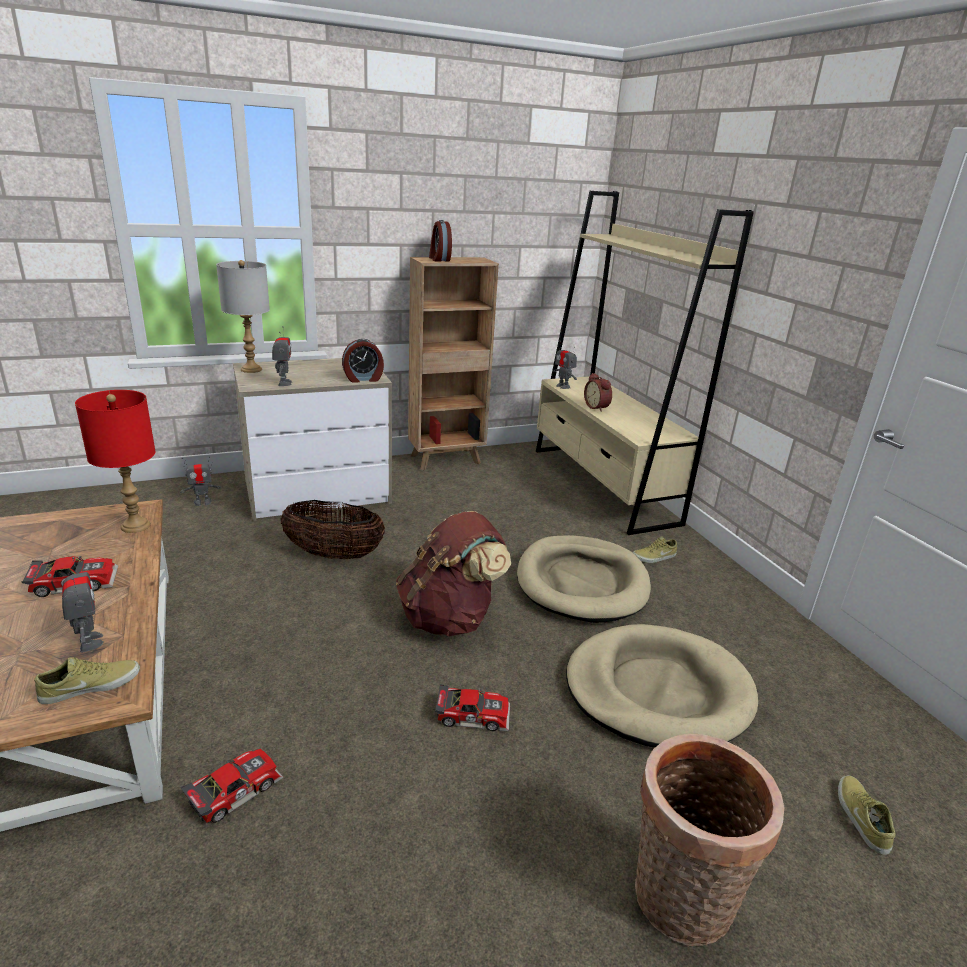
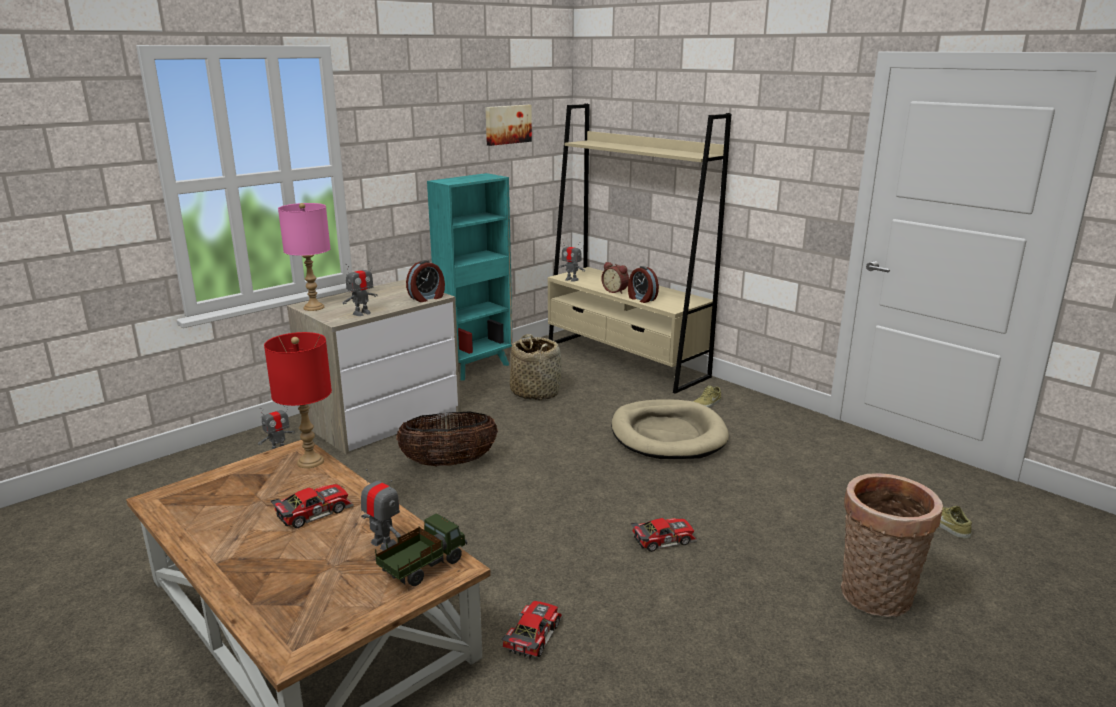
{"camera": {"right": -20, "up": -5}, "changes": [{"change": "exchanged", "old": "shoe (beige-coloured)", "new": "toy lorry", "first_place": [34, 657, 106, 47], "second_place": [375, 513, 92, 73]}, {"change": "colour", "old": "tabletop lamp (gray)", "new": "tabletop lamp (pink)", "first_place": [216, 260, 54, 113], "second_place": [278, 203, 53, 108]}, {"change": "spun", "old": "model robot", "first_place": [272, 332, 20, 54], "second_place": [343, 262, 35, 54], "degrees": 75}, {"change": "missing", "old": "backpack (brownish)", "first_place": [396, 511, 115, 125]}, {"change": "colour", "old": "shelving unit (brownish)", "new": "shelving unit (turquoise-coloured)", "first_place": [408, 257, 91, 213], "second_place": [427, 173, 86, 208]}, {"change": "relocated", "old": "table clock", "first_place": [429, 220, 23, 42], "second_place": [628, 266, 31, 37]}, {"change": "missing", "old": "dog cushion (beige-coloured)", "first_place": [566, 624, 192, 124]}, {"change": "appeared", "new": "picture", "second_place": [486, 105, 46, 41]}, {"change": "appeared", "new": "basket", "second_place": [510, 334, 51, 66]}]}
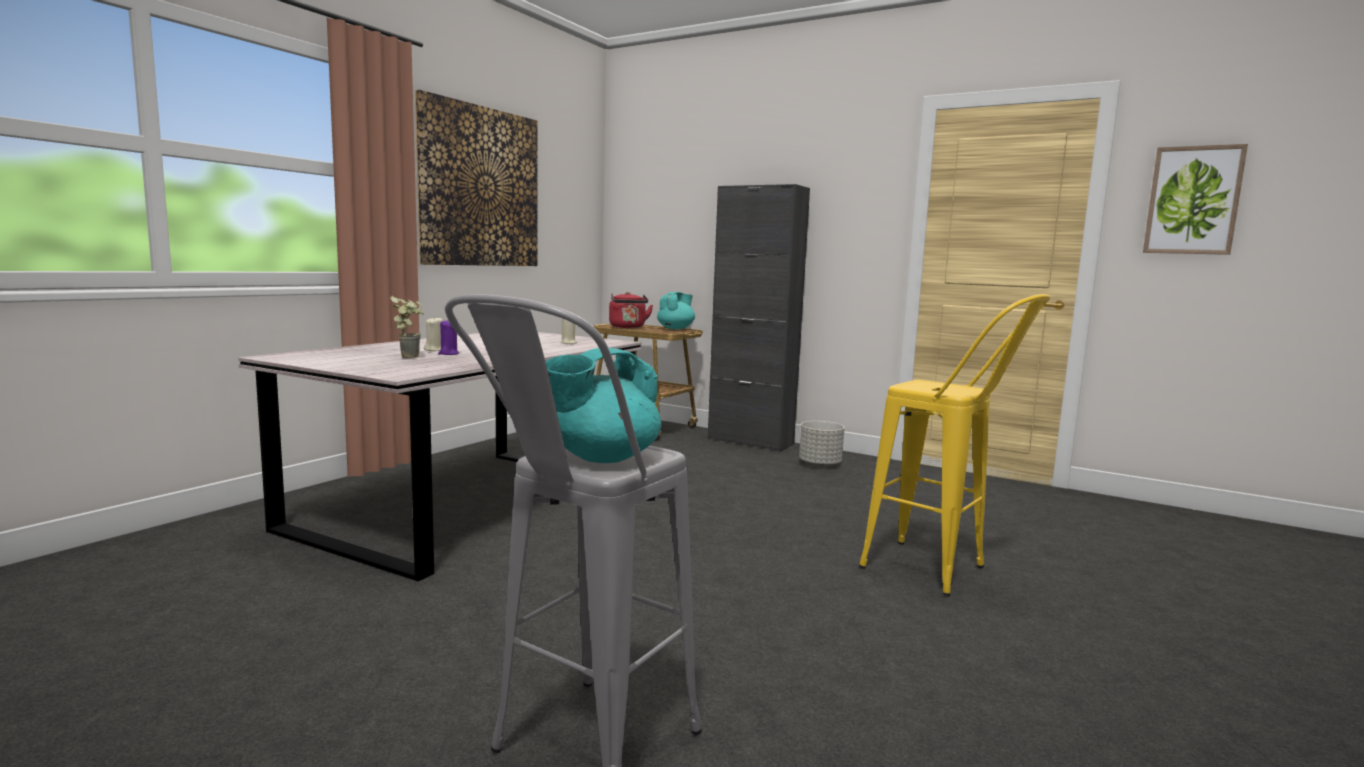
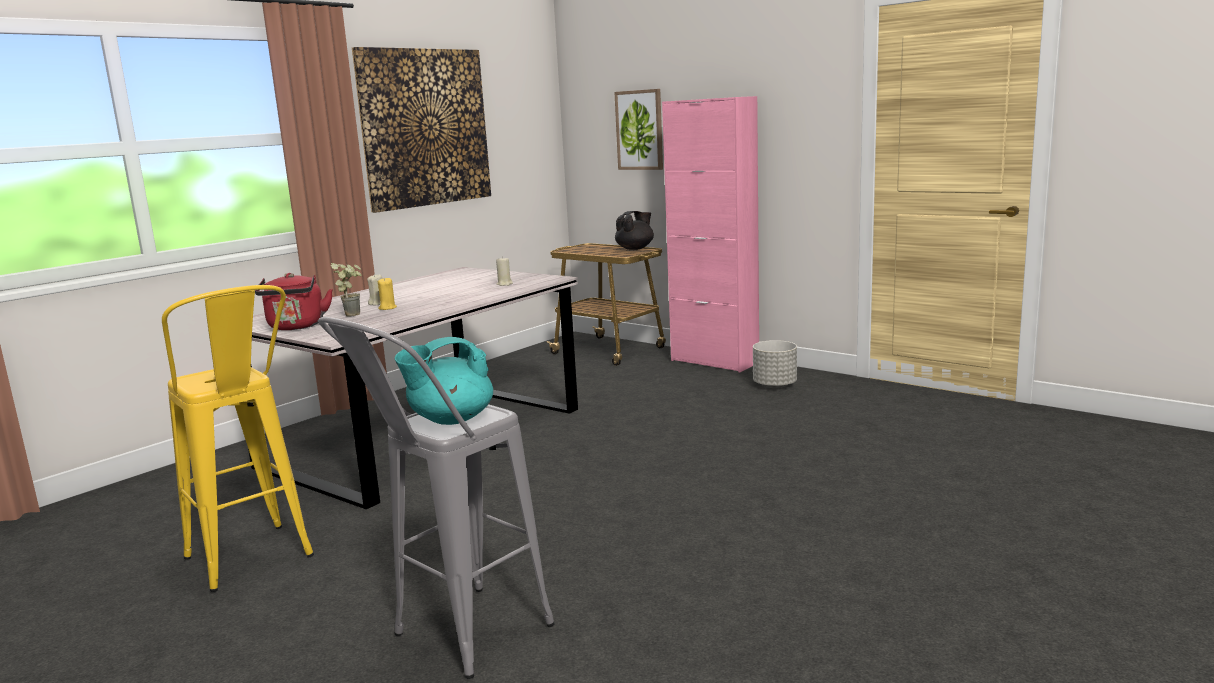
{"camera": {"right": 10, "up": 5}, "changes": [{"change": "colour", "old": "wax candle (purple)", "new": "wax candle (yellowish)", "first_place": [438, 320, 21, 35], "second_place": [378, 278, 19, 32]}, {"change": "relocated", "old": "water kettle (red-coloured)", "first_place": [609, 292, 44, 36], "second_place": [255, 273, 78, 57]}, {"change": "colour", "old": "pot for tea (turquoise-coloured)", "new": "pot for tea (black-coloured)", "first_place": [657, 292, 38, 37], "second_place": [615, 211, 39, 39]}, {"change": "colour", "old": "cabinet (black-coloured)", "new": "cabinet (pink)", "first_place": [707, 184, 103, 268], "second_place": [662, 96, 97, 276]}, {"change": "relocated", "old": "sitting stool (yellowish)", "first_place": [859, 294, 191, 302], "second_place": [162, 285, 152, 307]}, {"change": "relocated", "old": "picture", "first_place": [1143, 144, 105, 111], "second_place": [614, 89, 49, 81]}]}
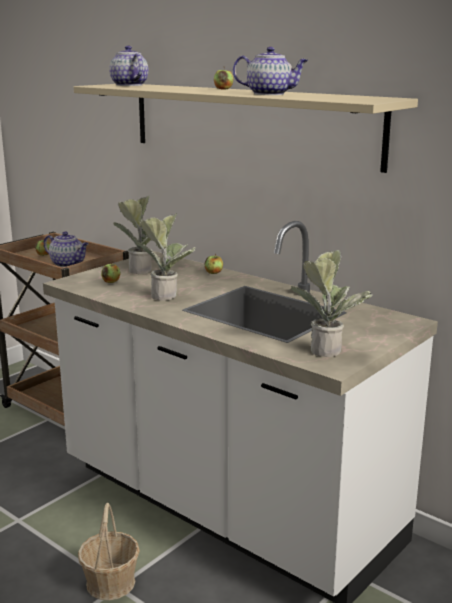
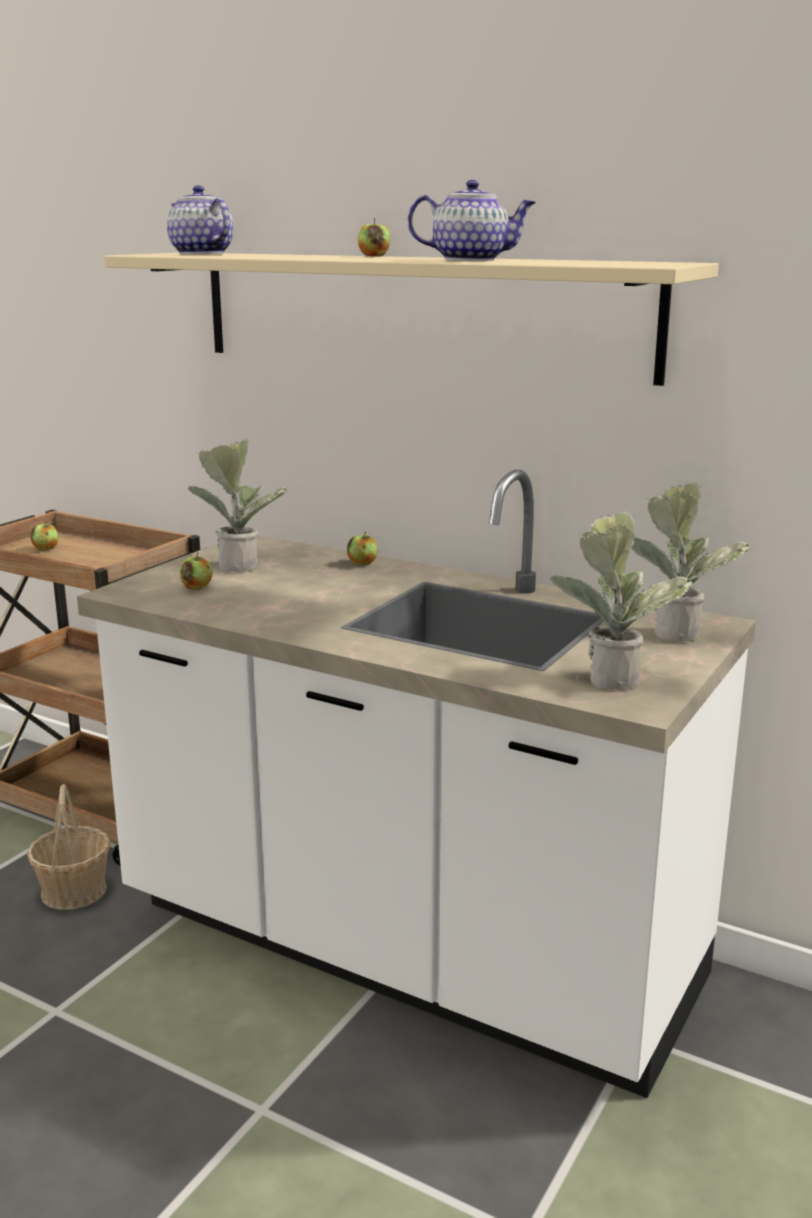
{"camera": {"right": -10, "up": 0}, "changes": [{"change": "missing", "old": "pot for tea", "first_place": [44, 231, 45, 36]}, {"change": "relocated", "old": "basket", "first_place": [78, 503, 62, 97], "second_place": [27, 784, 84, 126]}, {"change": "relocated", "old": "houseplant", "first_place": [136, 213, 59, 88], "second_place": [632, 482, 120, 160]}]}
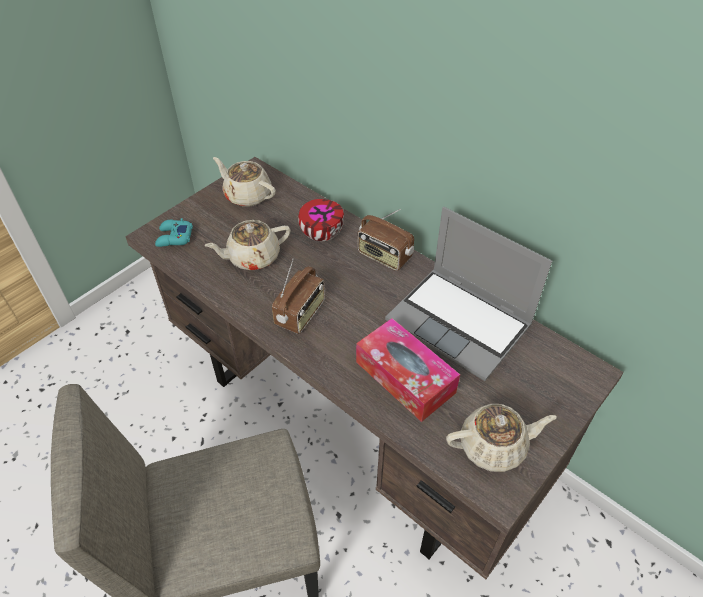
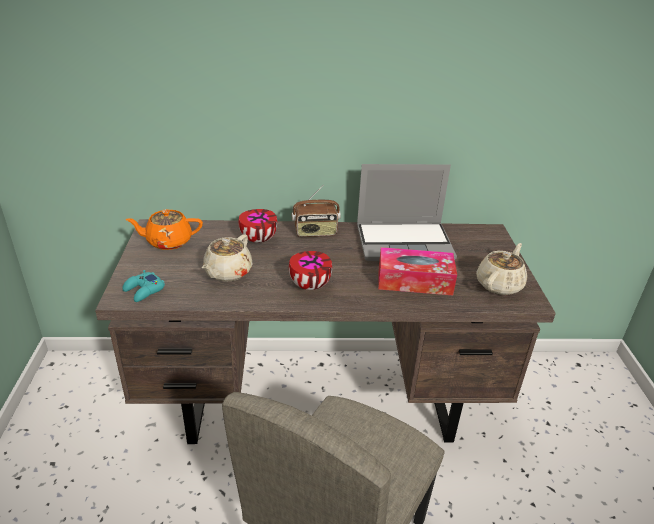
{"camera": {"right": -45, "up": -15}, "changes": [{"change": "colour", "old": "pot for tea (beige-coloured)", "new": "pot for tea (orange)", "first_place": [213, 157, 63, 50], "second_place": [125, 209, 78, 41]}, {"change": "exchanged", "old": "radio receiver", "new": "bowl", "first_place": [272, 259, 53, 75], "second_place": [289, 251, 44, 39]}]}
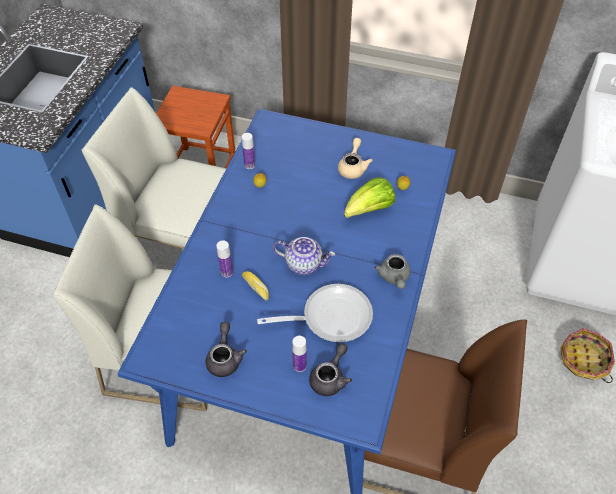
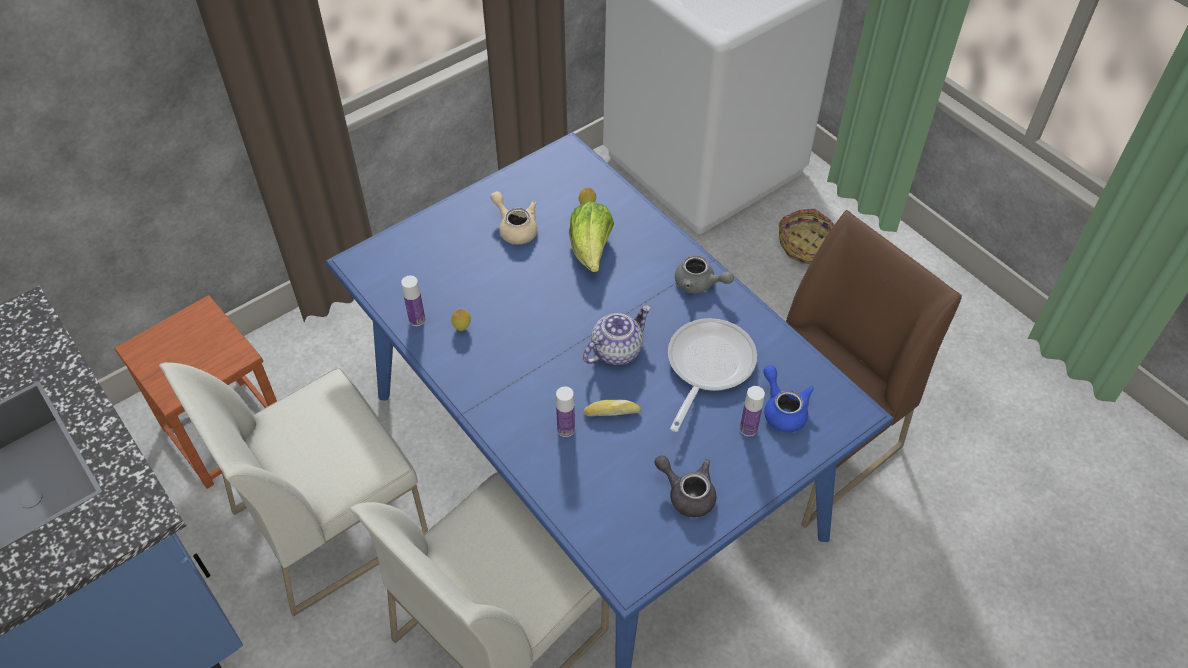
{"camera": {"right": -55, "up": 0}, "changes": [{"change": "colour", "old": "pot for tea (gray)", "new": "pot for tea (bluish)", "first_place": [309, 343, 43, 53], "second_place": [763, 365, 51, 67]}]}
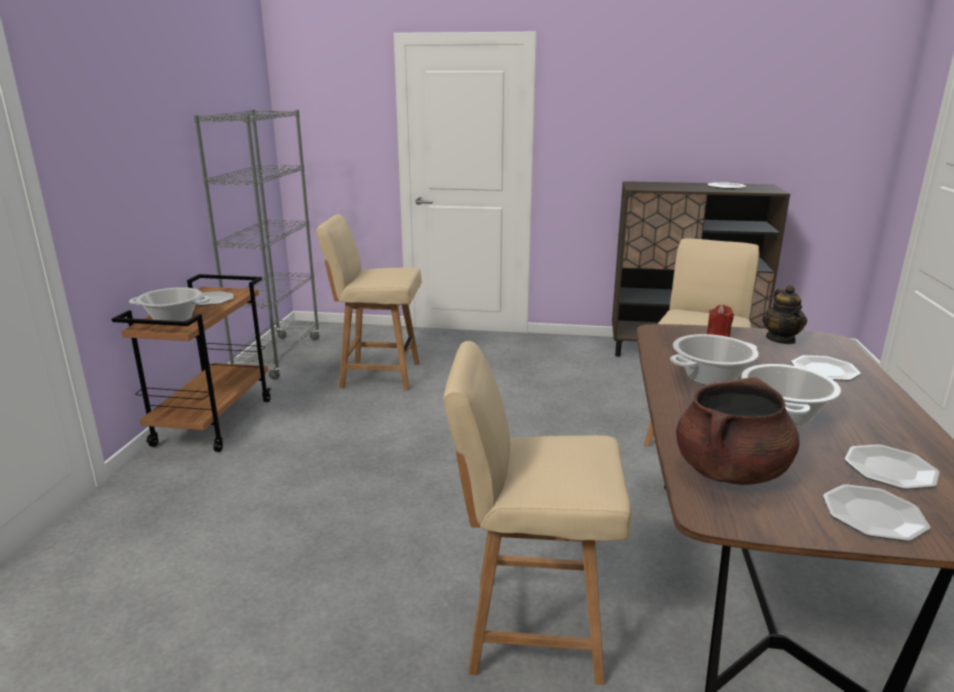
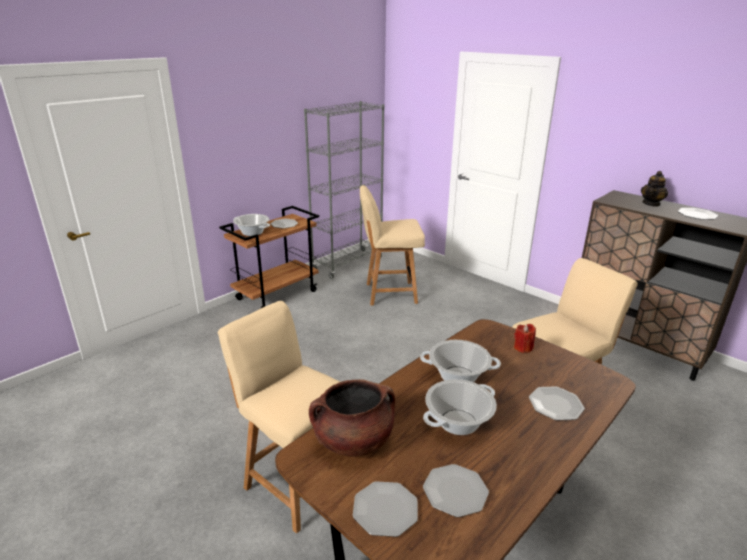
{"camera": {"right": 35, "up": 5}, "changes": [{"change": "spun", "old": "chair (beige-coloured)", "first_place": [316, 214, 106, 176], "second_place": [360, 185, 65, 121], "degrees": -45}, {"change": "relocated", "old": "pot for tea", "first_place": [762, 285, 45, 59], "second_place": [641, 171, 27, 36]}]}
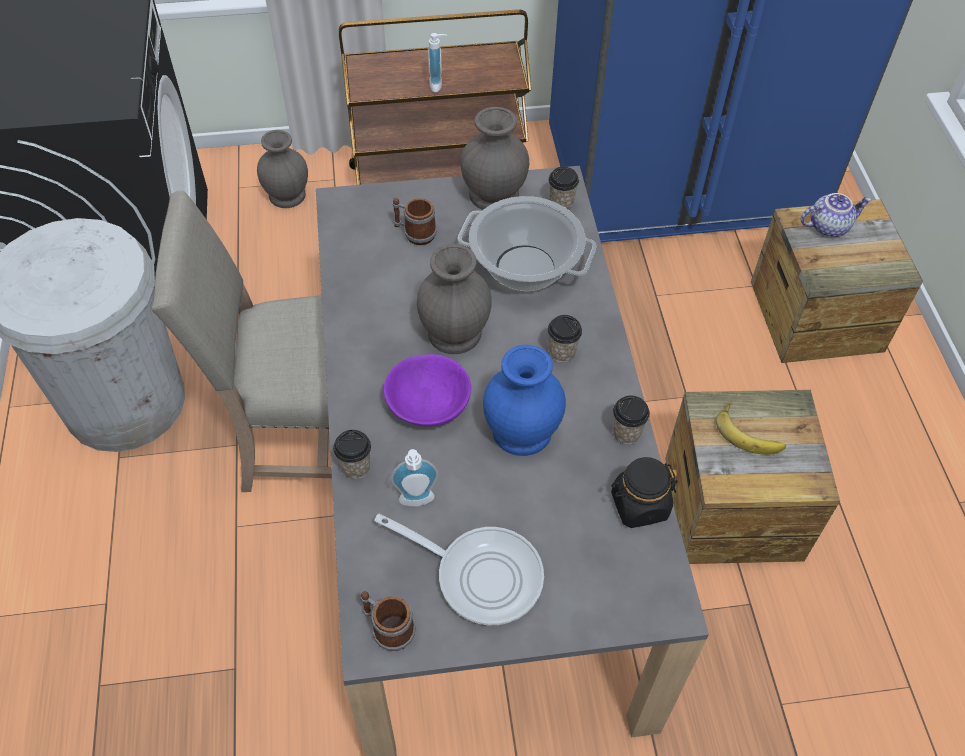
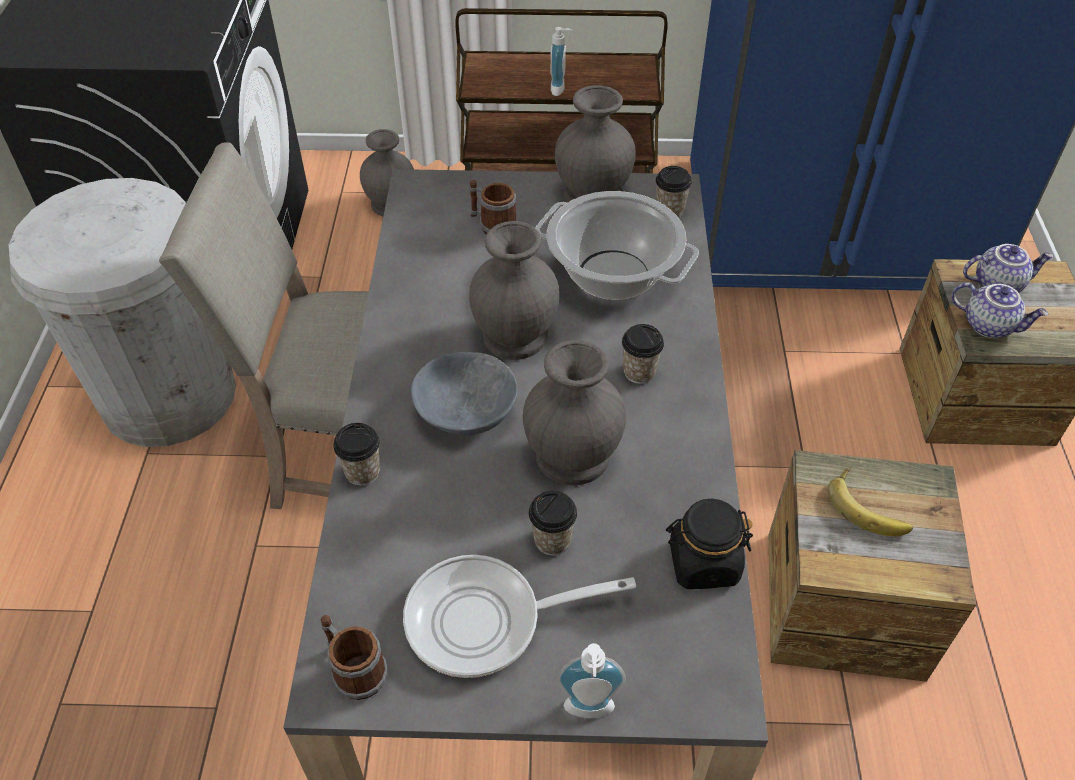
{"camera": {"right": 10, "up": -5}, "changes": [{"change": "spun", "old": "frying pan", "first_place": [374, 514, 170, 111], "second_place": [403, 555, 233, 123], "degrees": 135}, {"change": "colour", "old": "bowl (purple)", "new": "bowl (gray)", "first_place": [384, 354, 87, 73], "second_place": [411, 352, 107, 83]}, {"change": "relocated", "old": "soap dispenser", "first_place": [391, 449, 48, 57], "second_place": [557, 643, 69, 76]}, {"change": "colour", "old": "decorative vase (bluish)", "new": "decorative vase (gray)", "first_place": [483, 345, 83, 111], "second_place": [523, 340, 103, 145]}, {"change": "relocated", "old": "small cup", "first_place": [613, 395, 37, 49], "second_place": [529, 490, 48, 66]}, {"change": "appeared", "new": "pot for tea", "second_place": [952, 282, 96, 56]}]}
